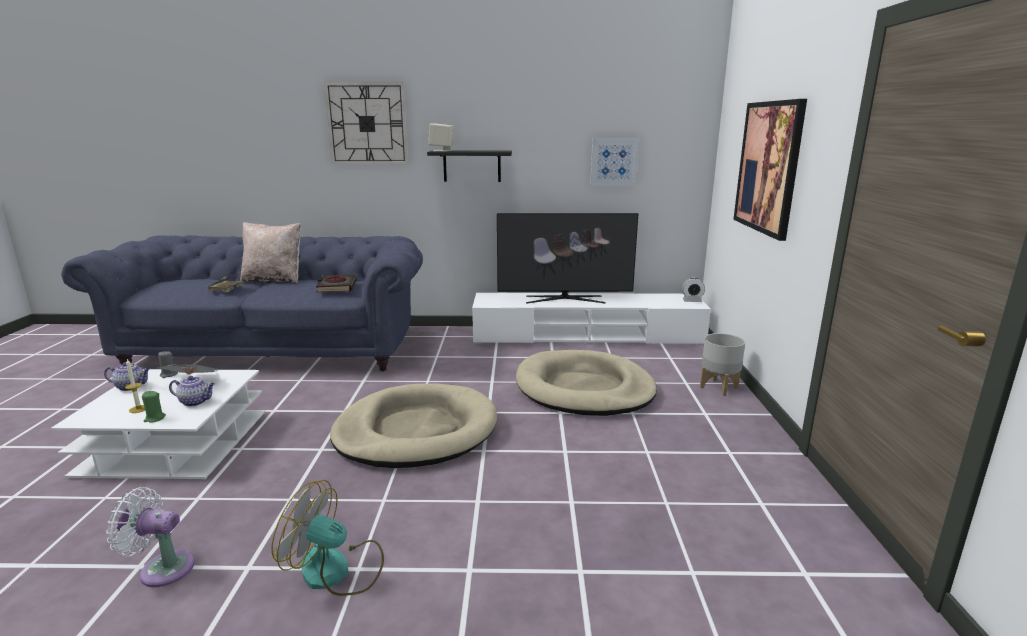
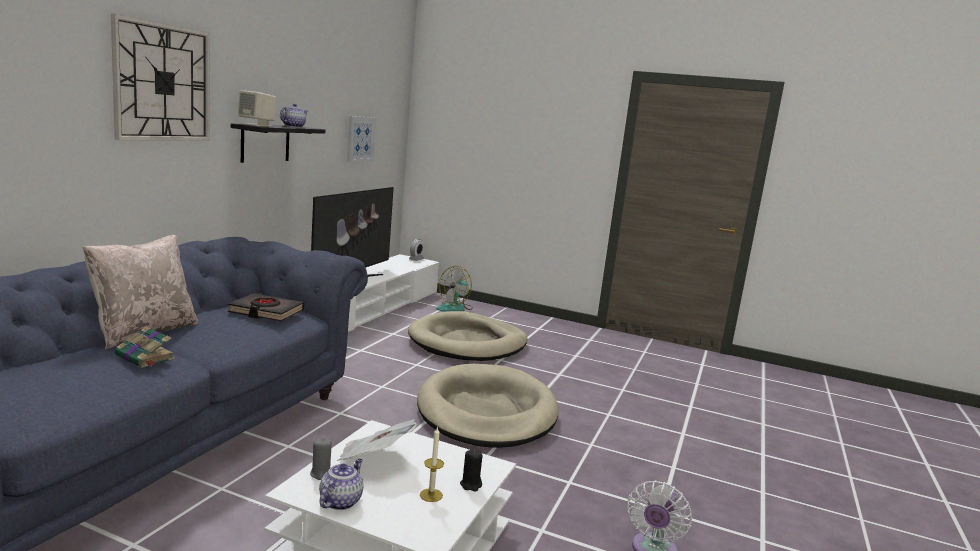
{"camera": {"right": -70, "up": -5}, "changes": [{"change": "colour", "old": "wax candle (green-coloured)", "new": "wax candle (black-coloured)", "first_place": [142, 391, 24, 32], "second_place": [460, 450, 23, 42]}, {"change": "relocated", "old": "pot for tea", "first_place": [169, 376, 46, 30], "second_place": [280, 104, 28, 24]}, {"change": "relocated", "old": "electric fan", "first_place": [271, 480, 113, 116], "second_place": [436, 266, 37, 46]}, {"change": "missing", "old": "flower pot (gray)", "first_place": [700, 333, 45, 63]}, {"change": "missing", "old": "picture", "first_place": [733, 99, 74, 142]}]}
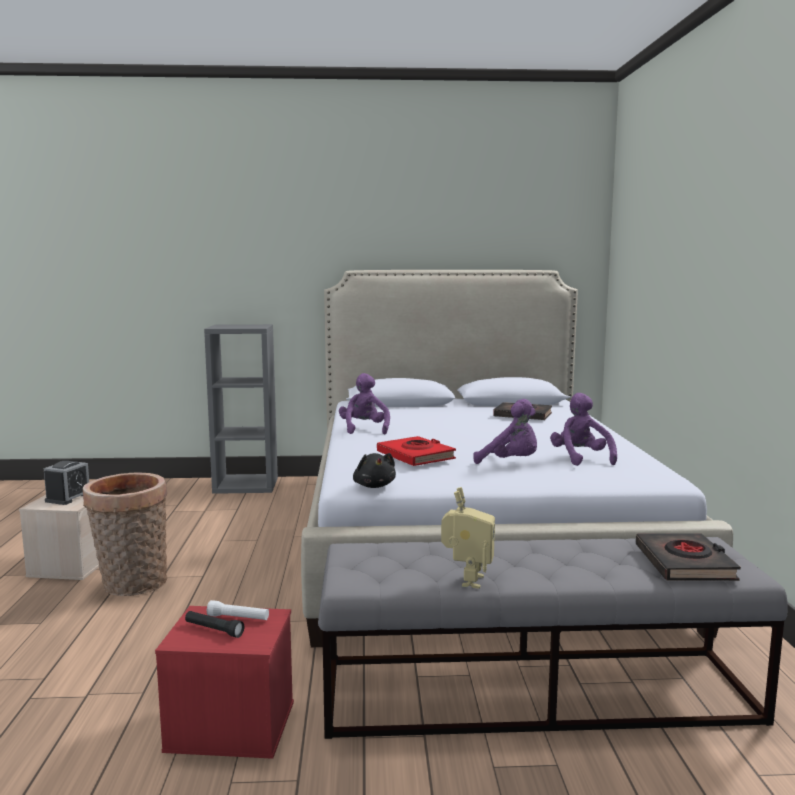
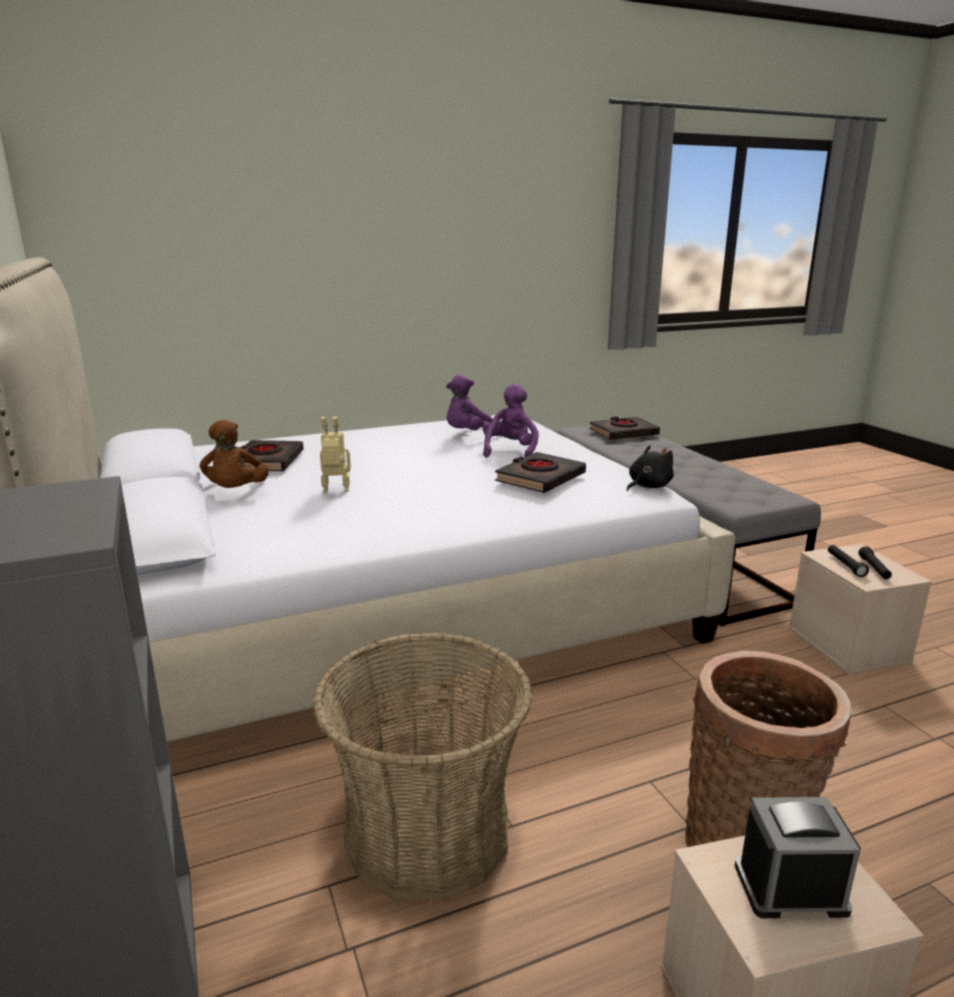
{"camera": {"right": -110, "up": 10}, "changes": [{"change": "colour", "old": "storage box (red-coloured)", "new": "storage box (beige-coloured)", "first_place": [155, 606, 139, 153], "second_place": [788, 544, 144, 130]}, {"change": "colour", "old": "hand torch (whitish)", "new": "hand torch (black-coloured)", "first_place": [207, 600, 62, 20], "second_place": [828, 545, 41, 32]}, {"change": "missing", "old": "soft toy (purple)", "first_place": [339, 373, 51, 61]}, {"change": "colour", "old": "volume (red-coloured)", "new": "volume (black-coloured)", "first_place": [377, 436, 79, 30], "second_place": [495, 452, 91, 41]}, {"change": "relocated", "old": "model robot", "first_place": [441, 487, 54, 102], "second_place": [320, 417, 31, 76]}, {"change": "appeared", "new": "soft toy (brownish)", "second_place": [199, 420, 70, 68]}, {"change": "appeared", "new": "basket", "second_place": [313, 632, 220, 270]}]}
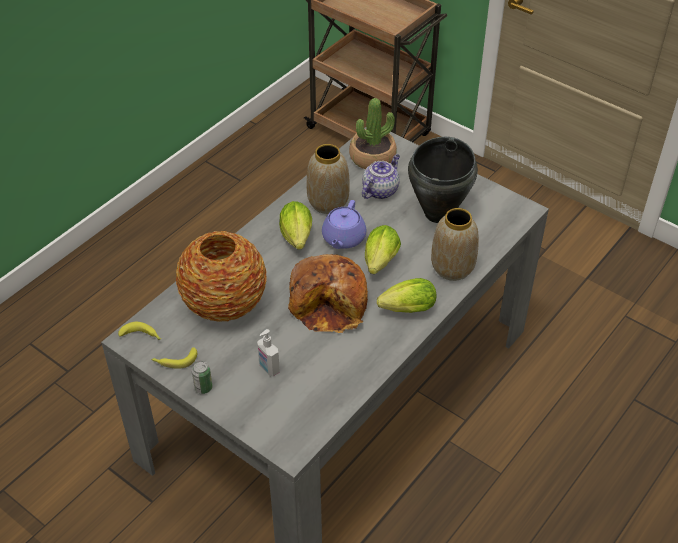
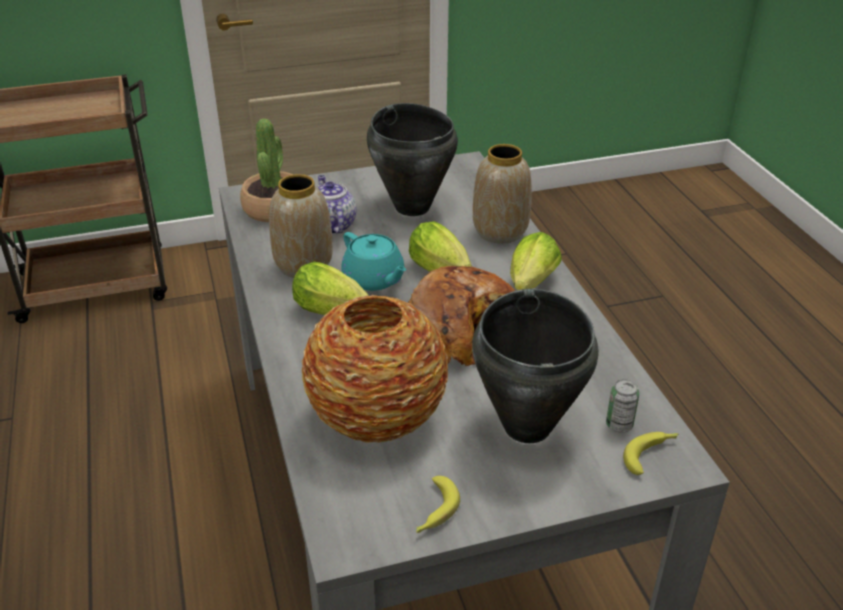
{"camera": {"right": -55, "up": -10}, "changes": [{"change": "relocated", "old": "banana fruit", "first_place": [118, 322, 43, 18], "second_place": [623, 432, 56, 43]}, {"change": "relocated", "old": "can", "first_place": [191, 361, 22, 33], "second_place": [606, 379, 33, 54]}, {"change": "exchanged", "old": "soap dispenser", "new": "cooking pot (black-coloured)", "first_place": [257, 329, 23, 47], "second_place": [472, 289, 127, 154]}, {"change": "colour", "old": "pot for tea (purple)", "new": "pot for tea (turquoise-coloured)", "first_place": [322, 200, 44, 49], "second_place": [341, 232, 65, 59]}]}
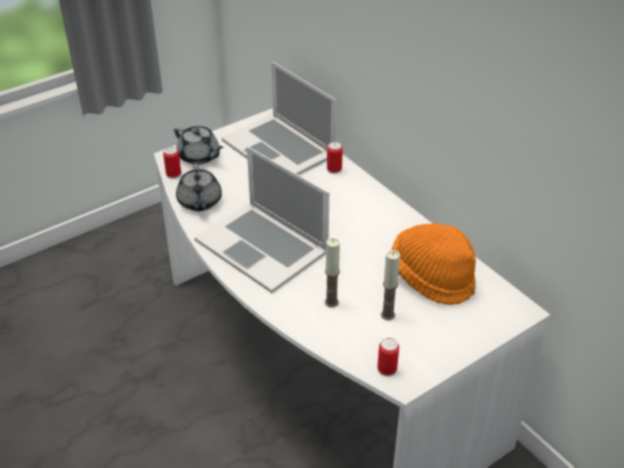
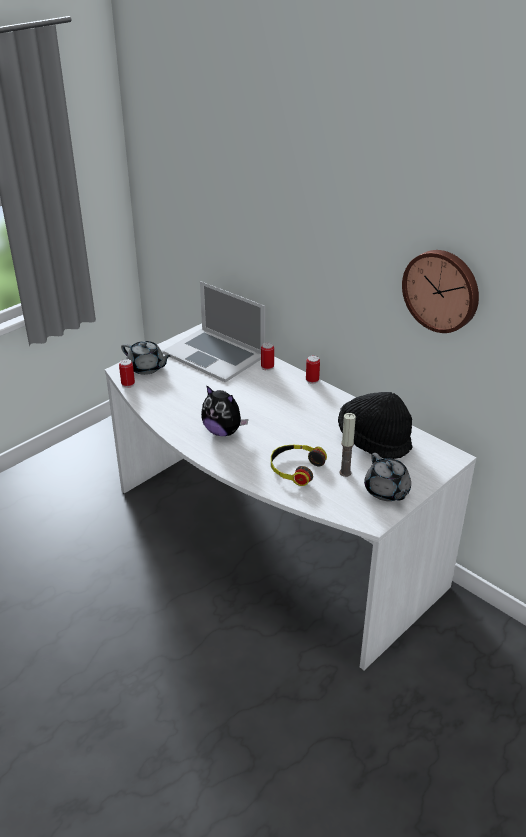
{"camera": {"right": -10, "up": -5}, "changes": [{"change": "relocated", "old": "pot for tea (gray)", "first_place": [176, 164, 46, 47], "second_place": [364, 453, 47, 48]}, {"change": "exchanged", "old": "notebook computer", "new": "soft toy", "first_place": [194, 146, 135, 147], "second_place": [201, 385, 47, 51]}, {"change": "exchanged", "old": "wax candle", "new": "headphones", "first_place": [325, 238, 15, 70], "second_place": [271, 445, 56, 41]}, {"change": "relocated", "old": "can", "first_place": [377, 338, 22, 39], "second_place": [306, 355, 14, 29]}, {"change": "colour", "old": "wearable hat (orange)", "new": "wearable hat (black-coloured)", "first_place": [392, 223, 84, 82], "second_place": [338, 392, 74, 67]}, {"change": "appeared", "new": "wall clock", "second_place": [402, 250, 77, 83]}]}
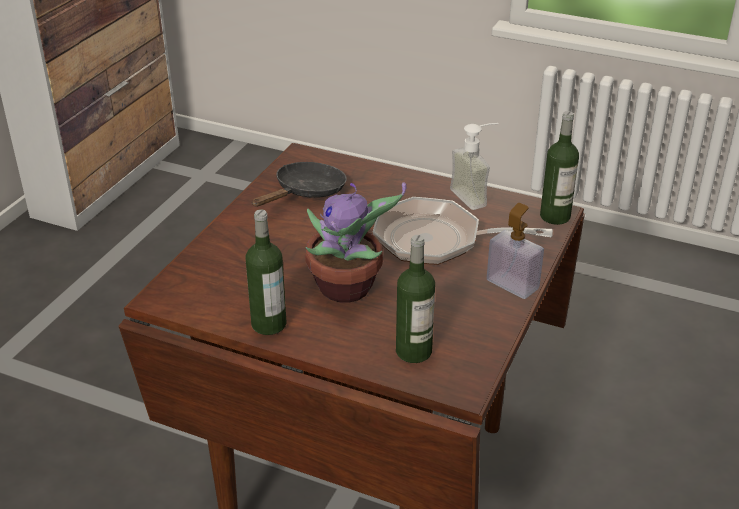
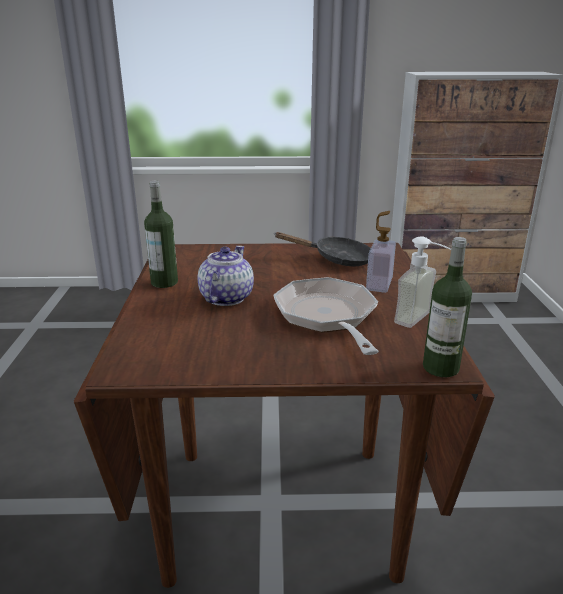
{"camera": {"right": 65, "up": -10}, "changes": [{"change": "exchanged", "old": "houseplant", "new": "pot for tea", "first_place": [305, 182, 101, 121], "second_place": [198, 246, 56, 60]}, {"change": "missing", "old": "beverage bottle", "first_place": [396, 235, 39, 128]}, {"change": "relocated", "old": "soap dispenser", "first_place": [487, 203, 57, 96], "second_place": [366, 211, 30, 82]}]}
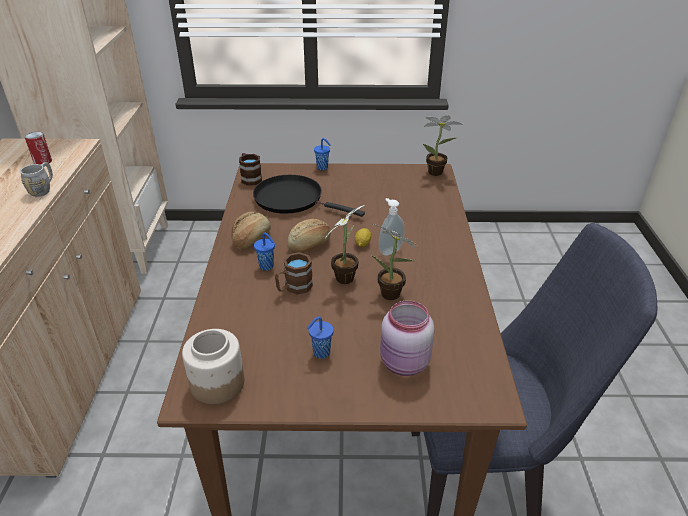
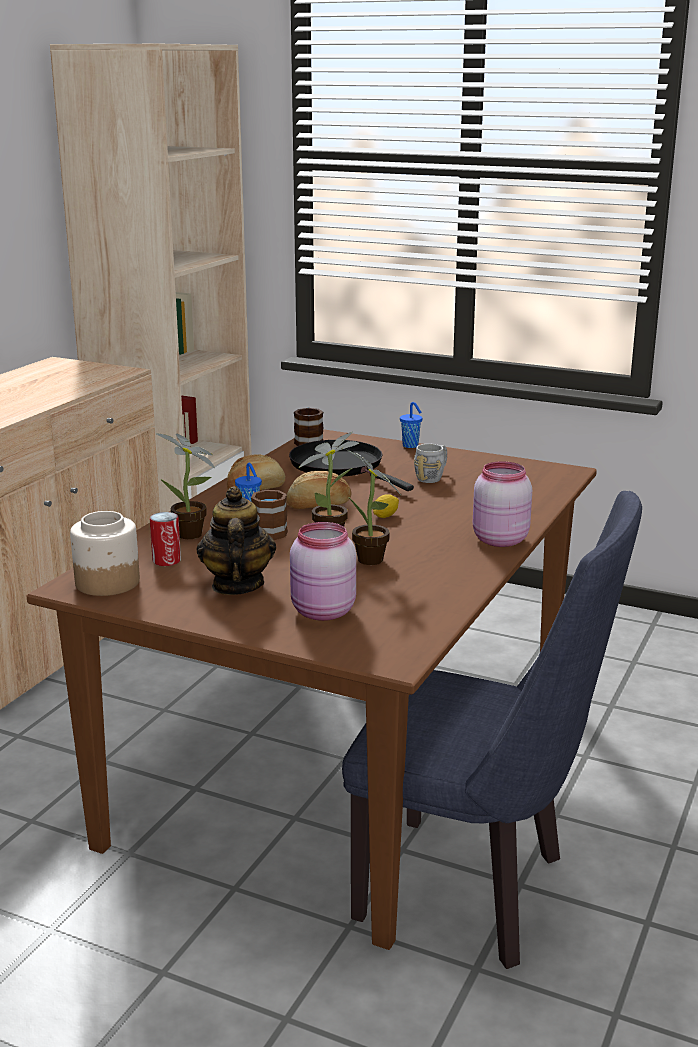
{"camera": {"right": 25, "up": -15}, "changes": [{"change": "relocated", "old": "coffee mug (gray)", "first_place": [20, 162, 33, 35], "second_place": [414, 444, 33, 39]}, {"change": "relocated", "old": "can", "first_place": [25, 132, 27, 33], "second_place": [150, 512, 31, 54]}, {"change": "exchanged", "old": "small cup (bluish)", "new": "pot for tea", "first_place": [307, 316, 27, 43], "second_place": [196, 486, 80, 109]}, {"change": "missing", "old": "soap dispenser", "first_place": [379, 198, 26, 58]}, {"change": "relocated", "old": "houseplant", "first_place": [423, 116, 40, 60], "second_place": [155, 433, 60, 106]}, {"change": "appeared", "new": "storage jar (pink)", "second_place": [473, 461, 59, 86]}]}
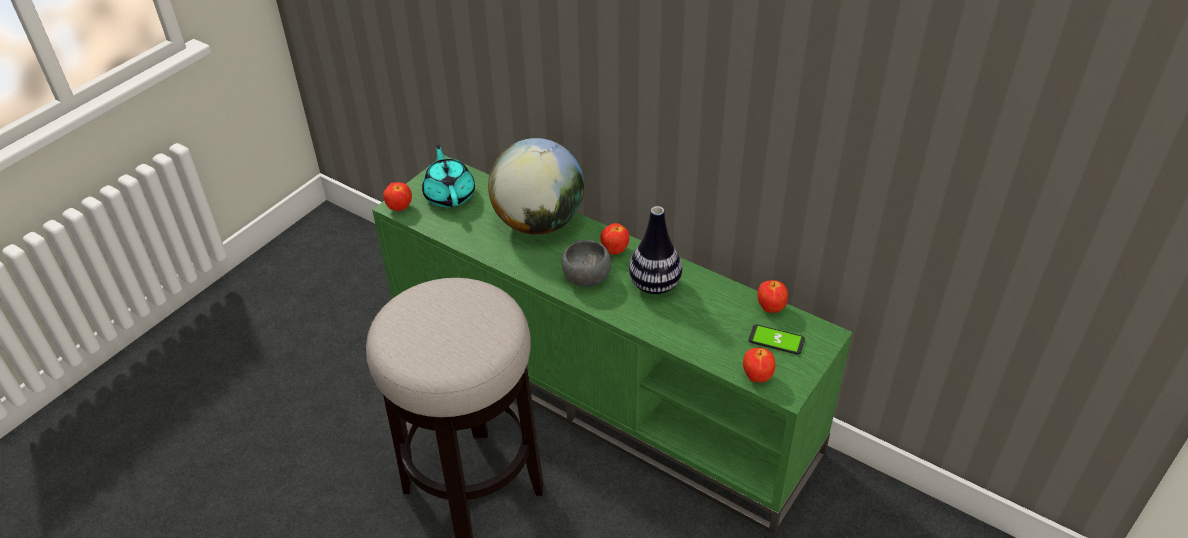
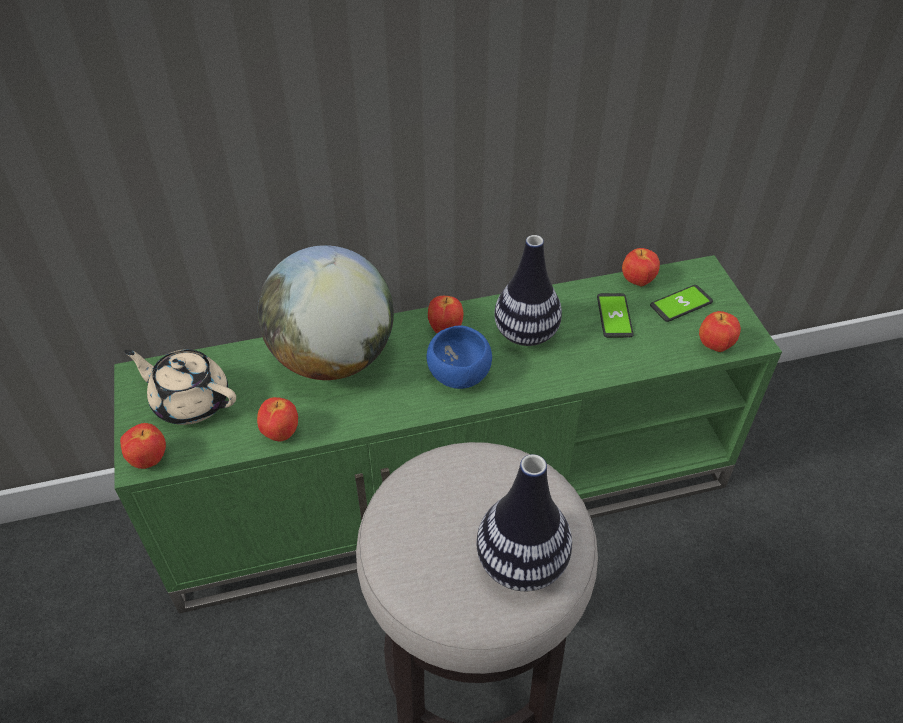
{"camera": {"right": -50, "up": 5}, "changes": [{"change": "colour", "old": "pot for tea (turquoise-coloured)", "new": "pot for tea (beige-coloured)", "first_place": [422, 145, 53, 63], "second_place": [124, 349, 112, 76]}, {"change": "colour", "old": "bowl (gray)", "new": "bowl (bluish)", "first_place": [562, 240, 49, 47], "second_place": [427, 325, 65, 64]}, {"change": "appeared", "new": "whole apple", "second_place": [257, 397, 41, 44]}, {"change": "appeared", "new": "decorative vase", "second_place": [477, 454, 95, 137]}, {"change": "appeared", "new": "telephone", "second_place": [597, 293, 37, 45]}]}
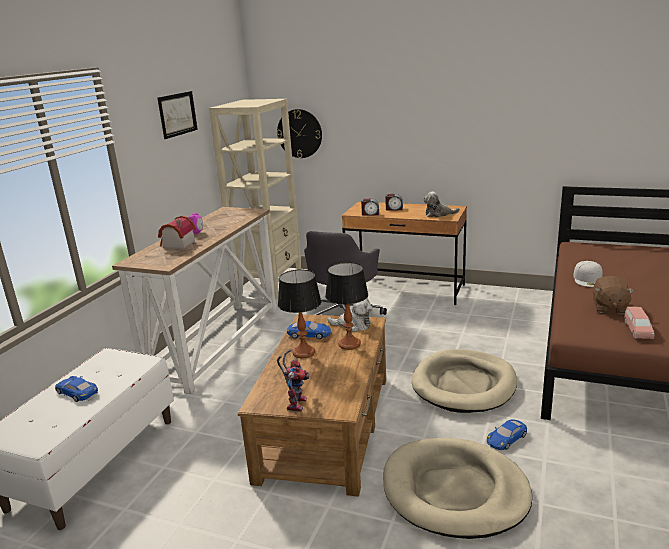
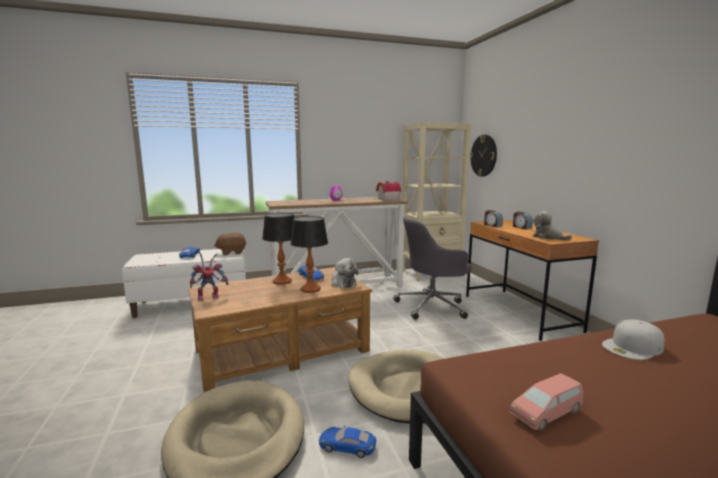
{"camera": {"right": 50, "up": -10}, "changes": [{"change": "missing", "old": "picture", "first_place": [157, 91, 41, 48]}, {"change": "relocated", "old": "model house", "first_place": [158, 216, 38, 33], "second_place": [376, 181, 25, 20]}, {"change": "relocated", "old": "soft toy (brownish)", "first_place": [593, 276, 42, 38], "second_place": [214, 233, 33, 22]}]}
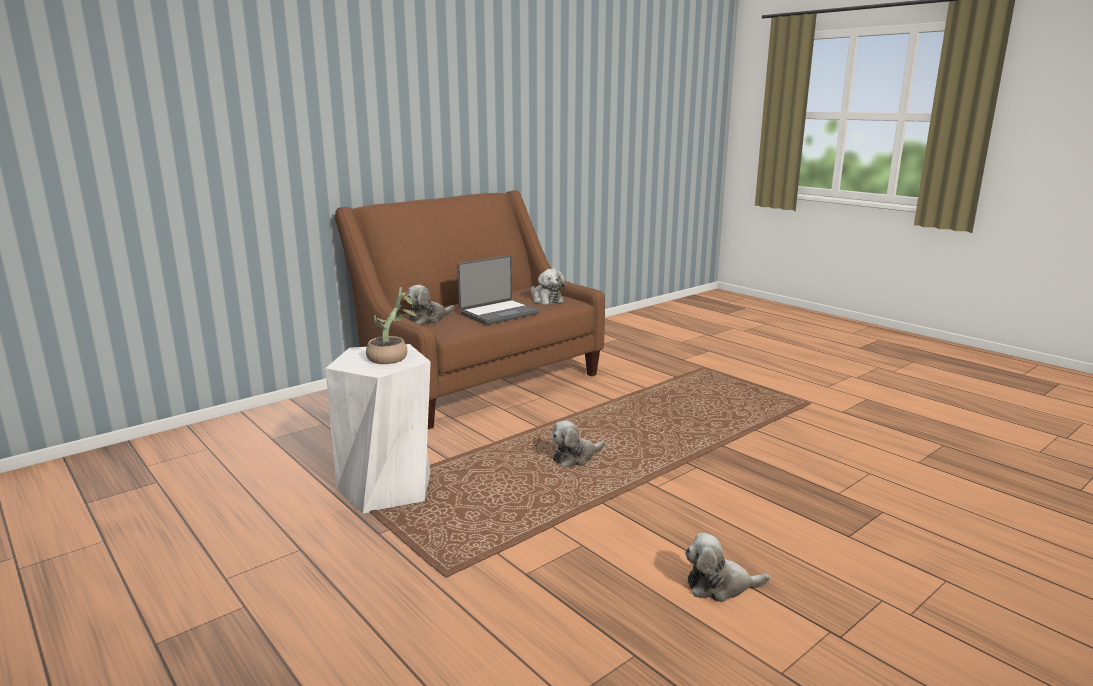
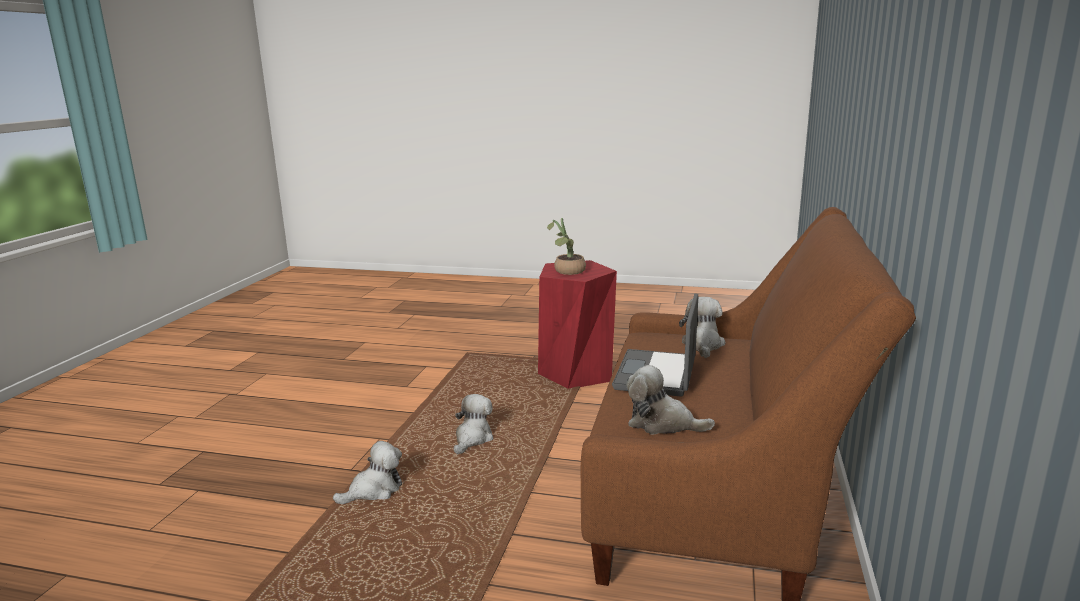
{"camera": {"right": 145, "up": 0}, "changes": [{"change": "colour", "old": "sitting stool (whitish)", "new": "sitting stool (red-coloured)", "first_place": [325, 344, 106, 170], "second_place": [538, 260, 79, 129]}, {"change": "relocated", "old": "soft toy", "first_place": [685, 533, 86, 69], "second_place": [333, 441, 69, 63]}]}
